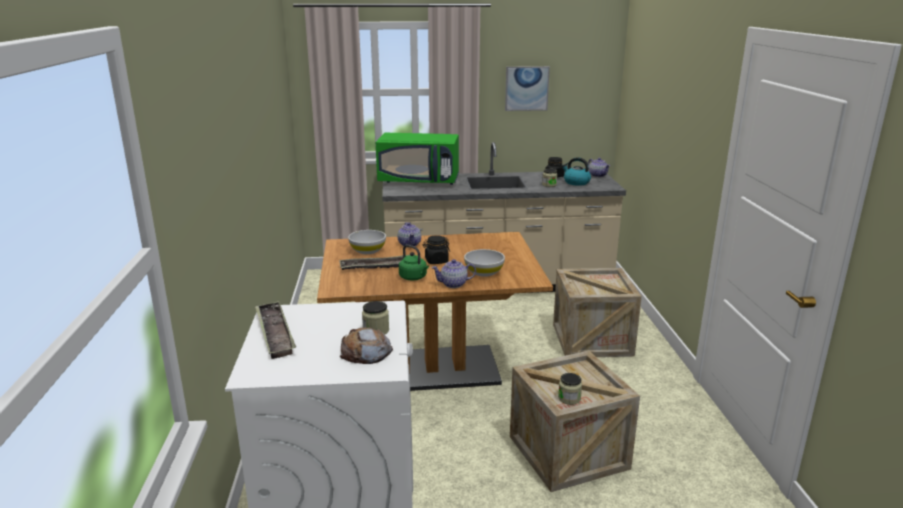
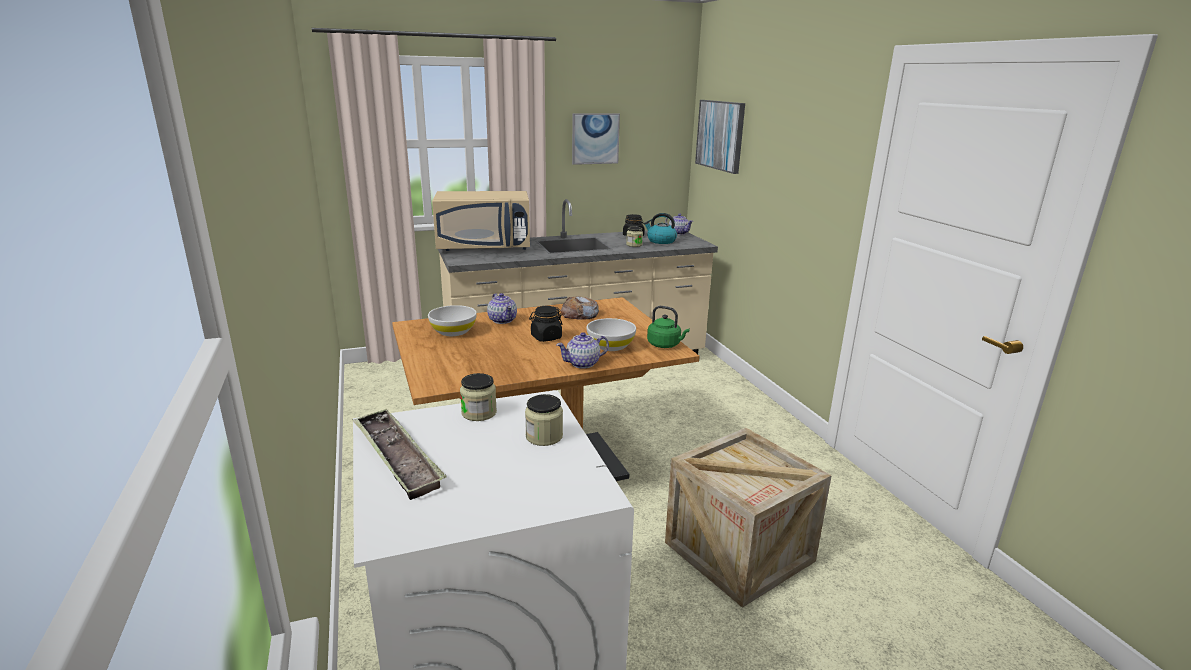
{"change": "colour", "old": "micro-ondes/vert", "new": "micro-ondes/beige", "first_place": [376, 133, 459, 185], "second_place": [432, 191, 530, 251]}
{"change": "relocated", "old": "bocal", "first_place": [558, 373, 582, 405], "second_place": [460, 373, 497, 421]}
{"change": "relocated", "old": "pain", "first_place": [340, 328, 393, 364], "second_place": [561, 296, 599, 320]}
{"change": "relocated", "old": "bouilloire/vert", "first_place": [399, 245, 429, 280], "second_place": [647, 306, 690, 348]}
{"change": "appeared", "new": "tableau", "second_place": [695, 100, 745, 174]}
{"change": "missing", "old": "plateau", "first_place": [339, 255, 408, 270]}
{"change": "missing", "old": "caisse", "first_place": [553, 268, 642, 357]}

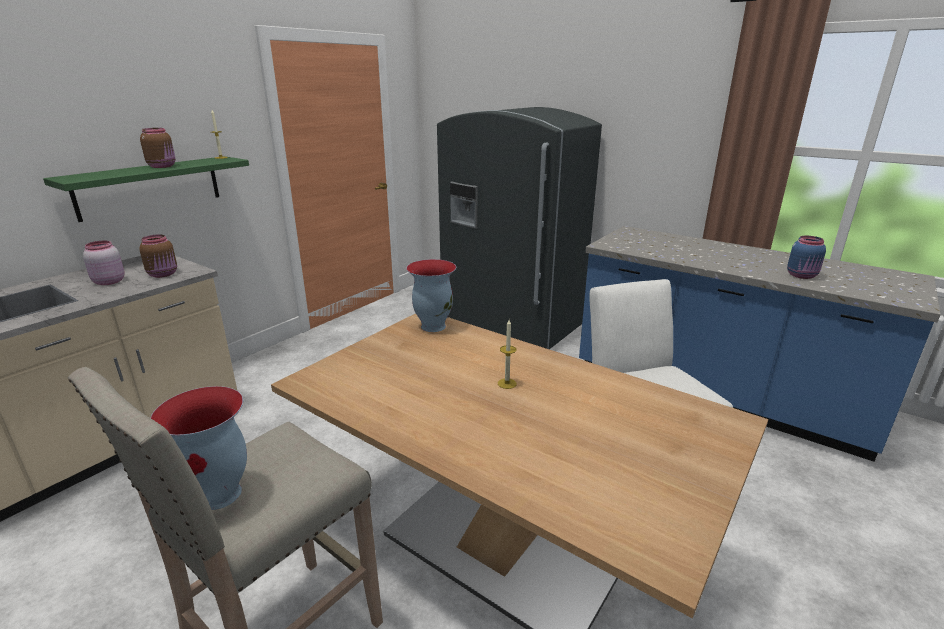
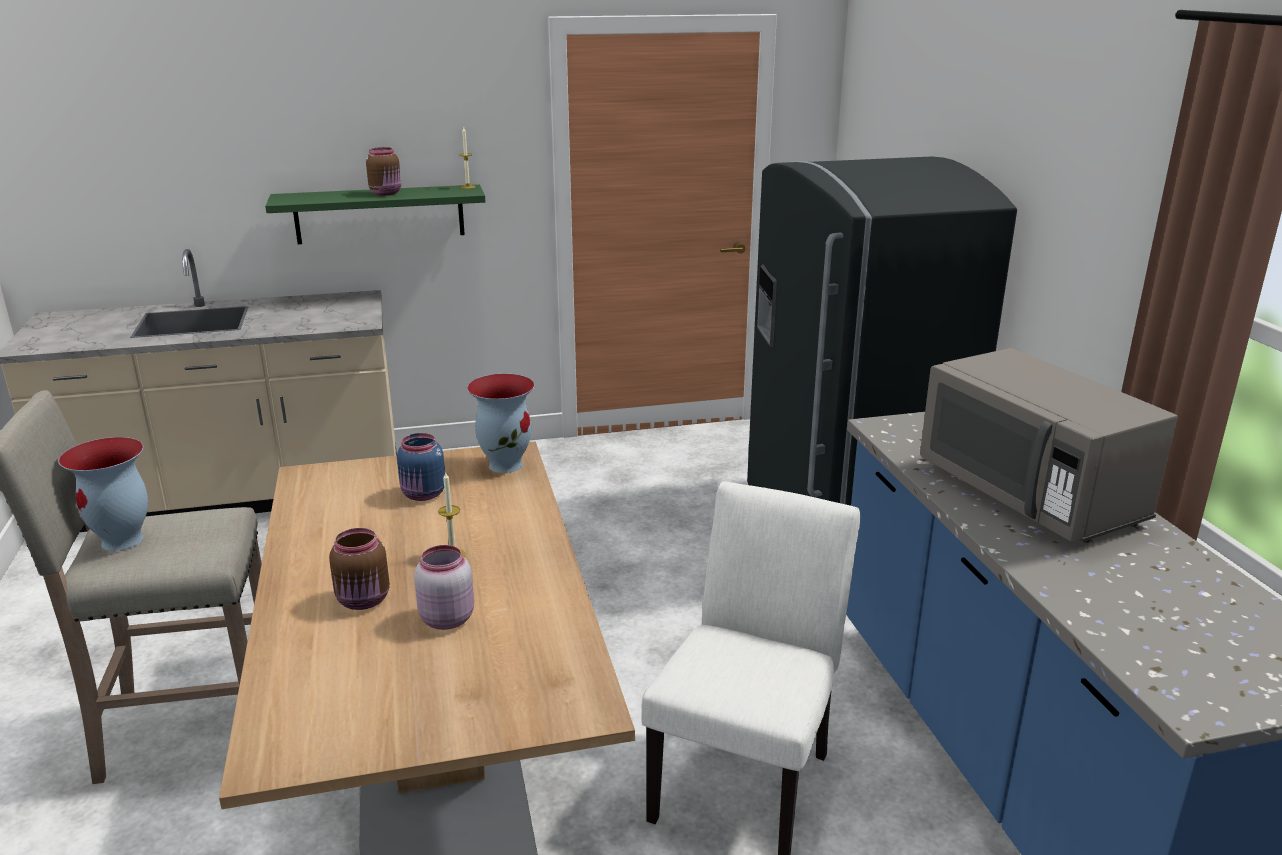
{"change": "relocated", "old": "bocal/marron", "first_place": [139, 234, 177, 278], "second_place": [329, 528, 390, 610]}
{"change": "relocated", "old": "bocal/bleu", "first_place": [787, 236, 826, 279], "second_place": [397, 433, 445, 501]}
{"change": "relocated", "old": "bocal/rose", "first_place": [83, 241, 124, 285], "second_place": [414, 545, 474, 630]}
{"change": "appeared", "new": "micro-ondes/gris", "second_place": [920, 348, 1178, 543]}

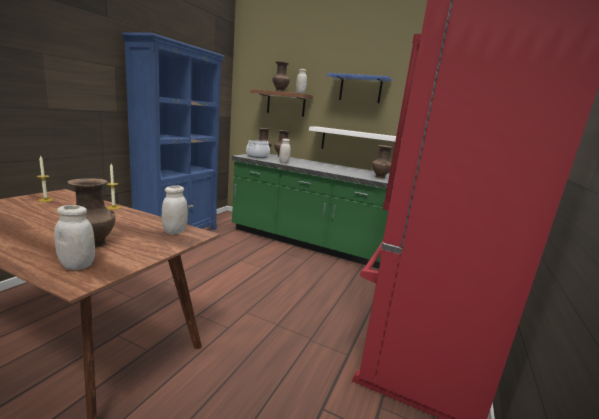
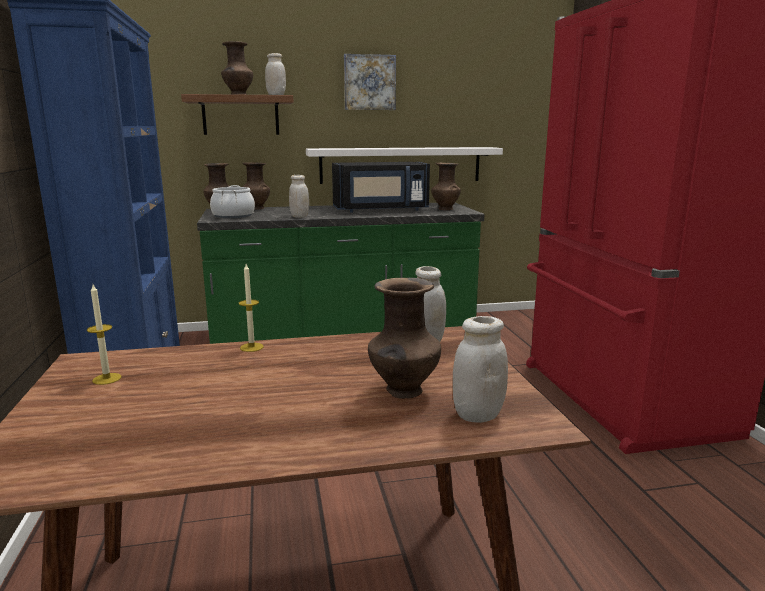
{"change": "appeared", "new": "micro-ondes/noir", "second_place": [332, 162, 430, 213]}
{"change": "exchanged", "old": "étagère/bleu", "new": "tableau", "first_place": [327, 73, 392, 103], "second_place": [344, 54, 396, 110]}

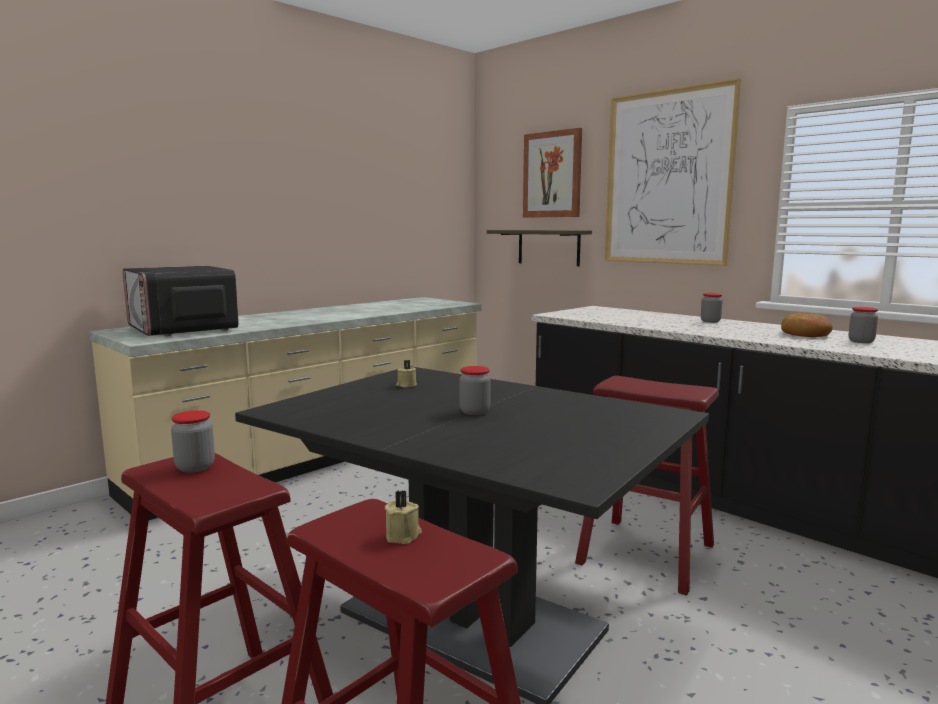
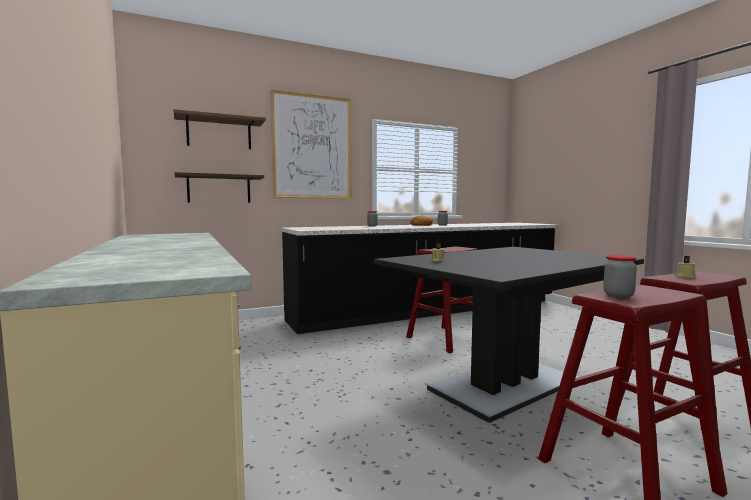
{"change": "exchanged", "old": "tableau", "new": "étagère", "first_place": [523, 128, 582, 218], "second_place": [173, 109, 266, 149]}
{"change": "missing", "old": "micro-ondes", "first_place": [123, 266, 239, 336]}
{"change": "missing", "old": "bocal", "first_place": [459, 366, 491, 415]}

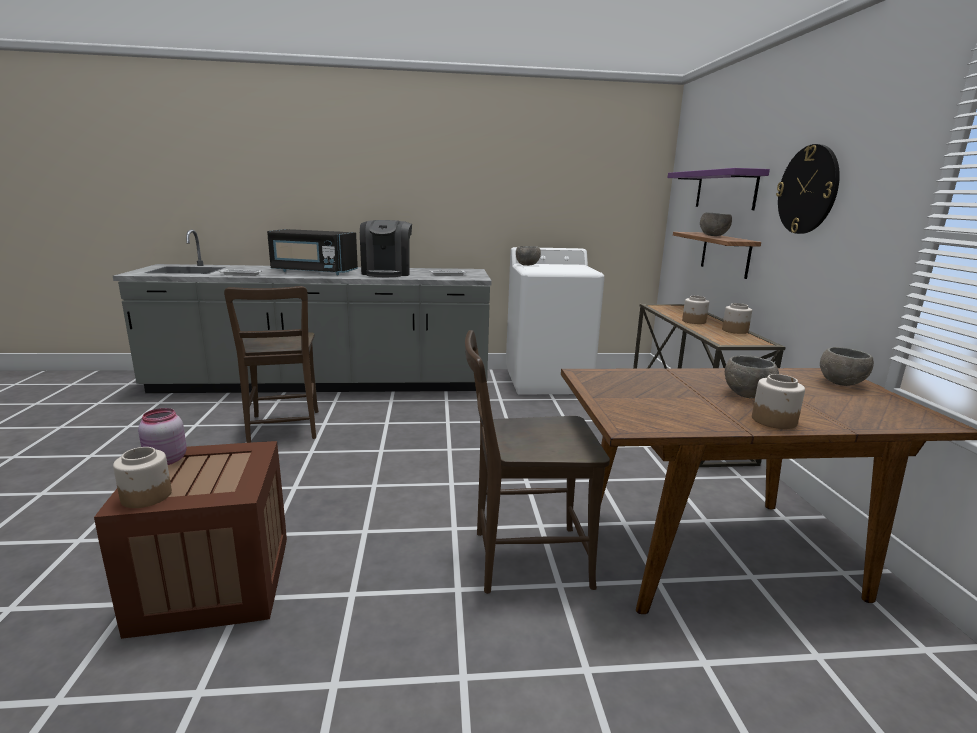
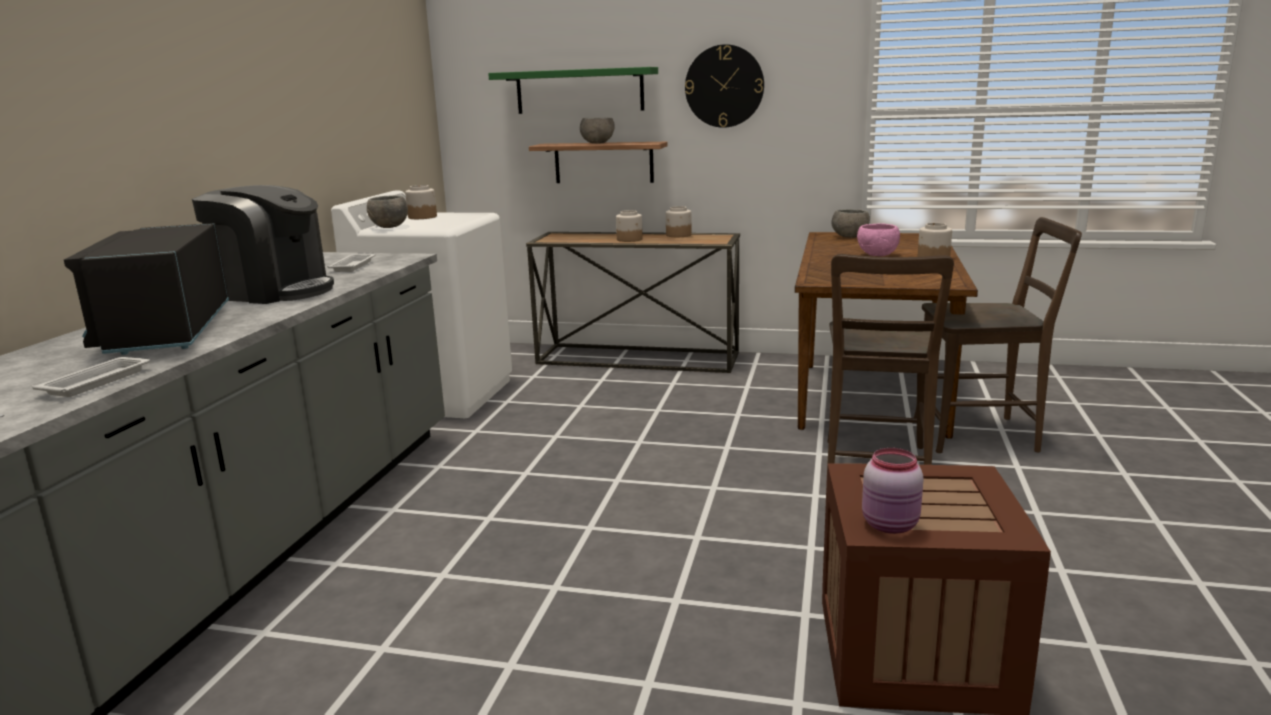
{"change": "spun", "old": "micro-ondes/noir", "first_place": [267, 229, 358, 275], "second_place": [64, 223, 229, 355], "degrees": 135}
{"change": "relocated", "old": "bocal", "first_place": [113, 447, 172, 508], "second_place": [405, 185, 437, 219]}
{"change": "colour", "old": "étagère/violet", "new": "étagère/vert", "first_place": [668, 168, 770, 210], "second_place": [488, 67, 658, 114]}
{"change": "colour", "old": "bol/gris", "new": "bol/rose", "first_place": [725, 355, 779, 398], "second_place": [857, 223, 900, 256]}
{"change": "relocated", "old": "chaise/marron", "first_place": [224, 286, 319, 443], "second_place": [914, 217, 1082, 453]}

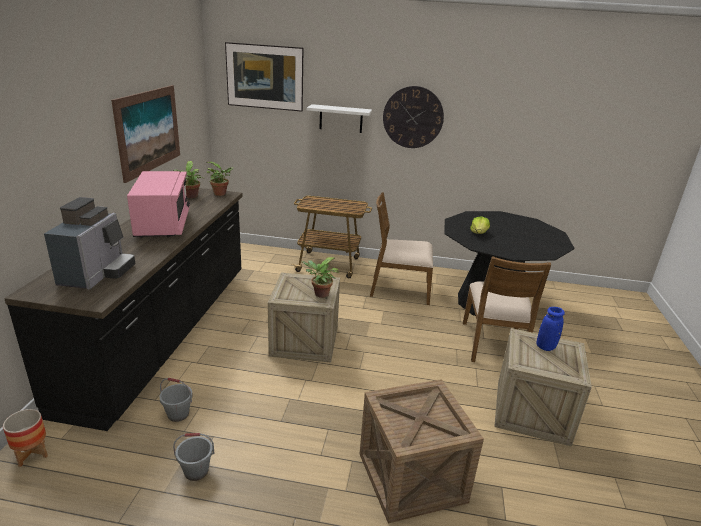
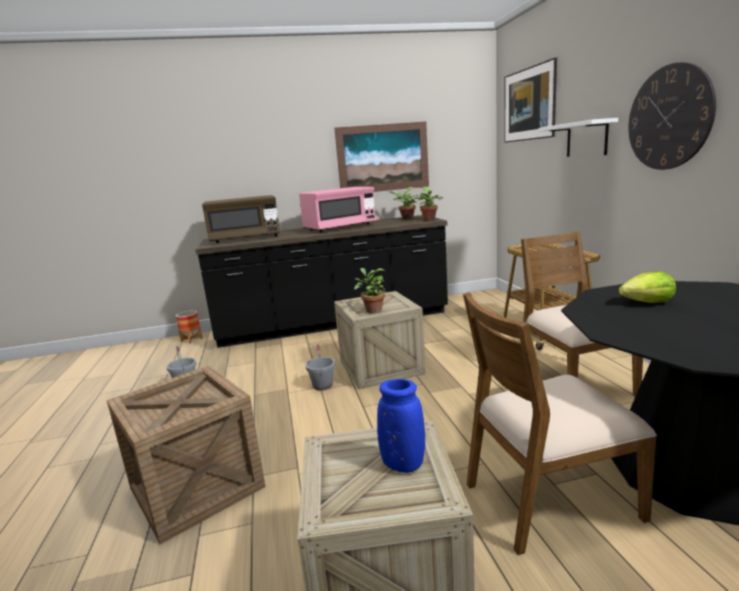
{"change": "exchanged", "old": "machine à café", "new": "micro-ondes/marron", "first_place": [44, 197, 135, 289], "second_place": [202, 195, 280, 243]}
{"change": "relocated", "old": "seau/gris", "first_place": [159, 378, 193, 422], "second_place": [305, 344, 335, 390]}

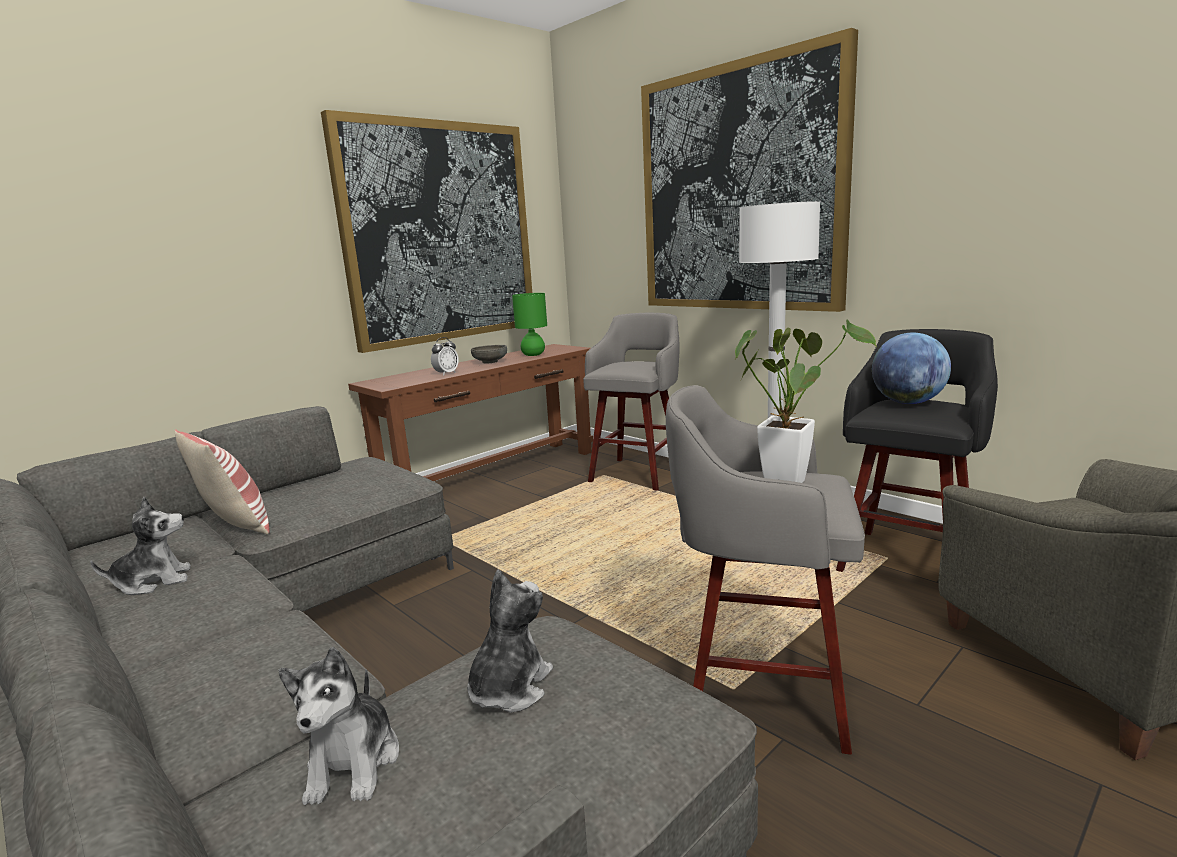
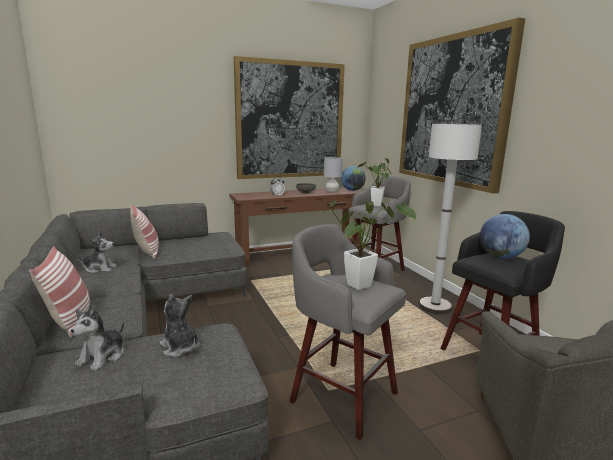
{"change": "appeared", "new": "coussin", "second_place": [29, 246, 90, 338]}
{"change": "spun", "old": "peluche", "first_place": [467, 570, 553, 713], "second_place": [160, 294, 200, 357], "degrees": -90}
{"change": "colour", "old": "lampe de table/vert", "new": "lampe de table/gris", "first_place": [512, 293, 547, 356], "second_place": [324, 157, 343, 193]}
{"change": "appeared", "new": "globe", "second_place": [341, 166, 366, 191]}
{"change": "appeared", "new": "plante en pot", "second_place": [357, 158, 391, 206]}

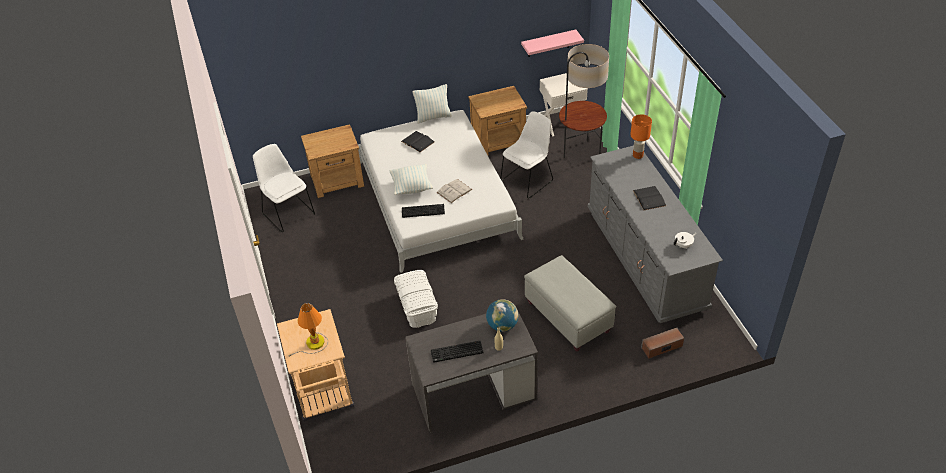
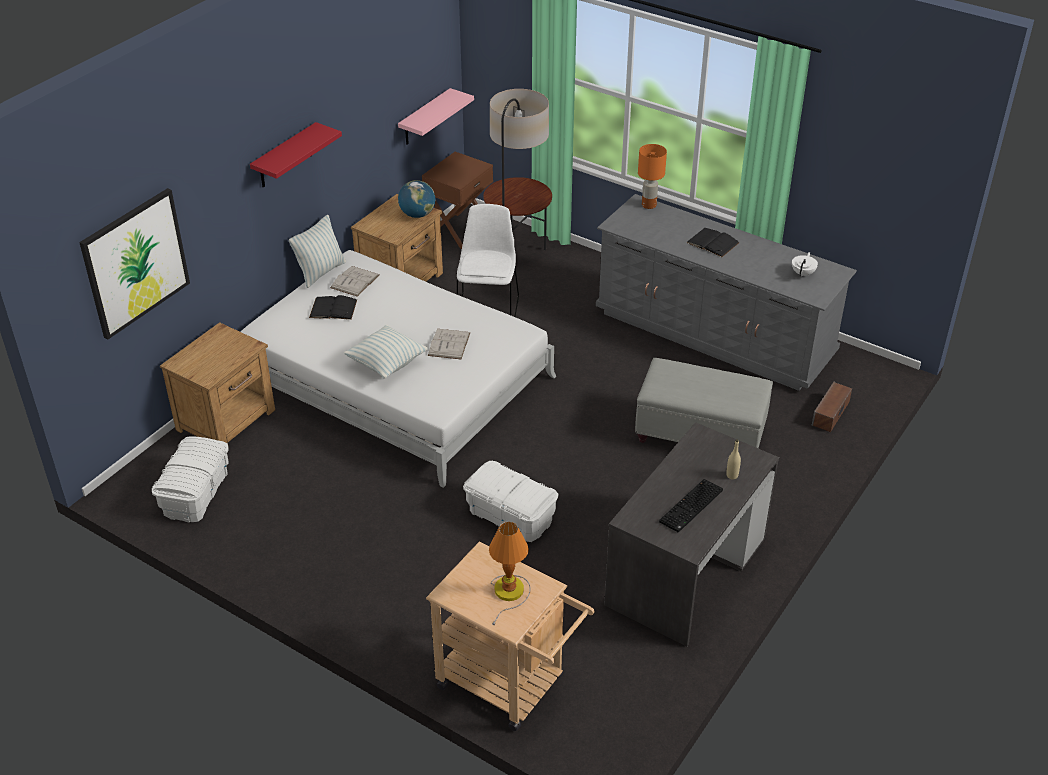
{"change": "appeared", "new": "tableau", "second_place": [79, 188, 190, 340]}
{"change": "exchanged", "old": "chaise/blanc", "new": "boîte de rangement/blanc", "first_place": [253, 144, 315, 232], "second_place": [152, 436, 229, 522]}
{"change": "appeared", "new": "étagère/rouge", "second_place": [250, 122, 342, 187]}
{"change": "appeared", "new": "livre/blanc", "second_place": [330, 266, 379, 297]}
{"change": "relocated", "old": "globe", "first_place": [486, 299, 518, 332], "second_place": [398, 180, 435, 218]}
{"change": "colour", "old": "table de chevet/blanc", "new": "table de chevet/marron", "first_place": [540, 73, 588, 136], "second_place": [422, 152, 493, 249]}
{"change": "missing", "old": "clavier", "first_place": [402, 204, 445, 218]}

